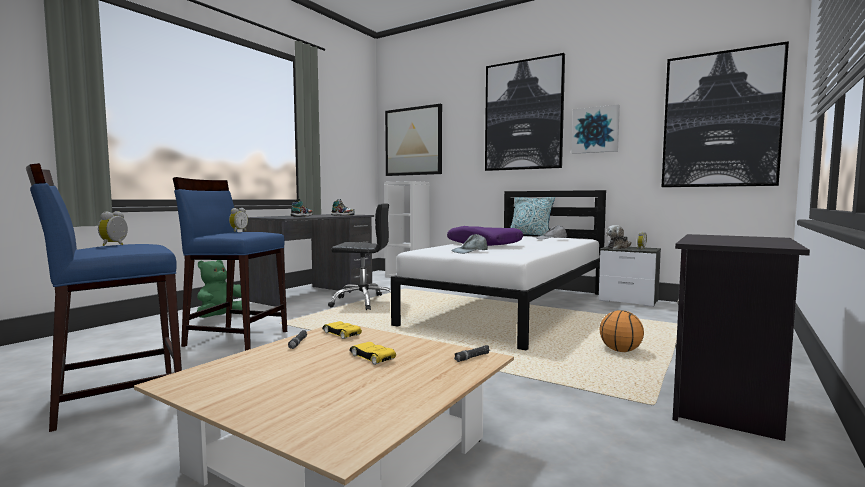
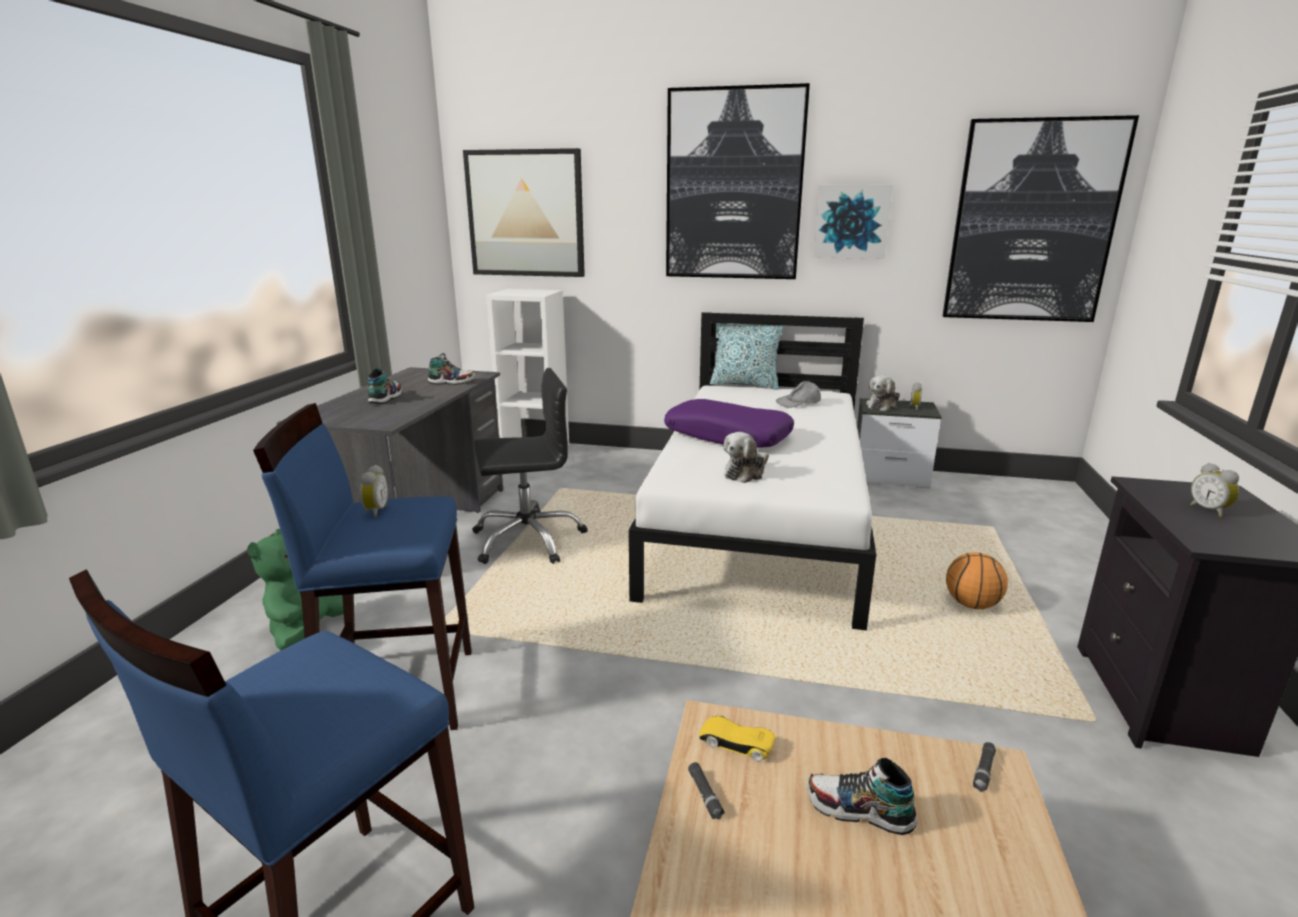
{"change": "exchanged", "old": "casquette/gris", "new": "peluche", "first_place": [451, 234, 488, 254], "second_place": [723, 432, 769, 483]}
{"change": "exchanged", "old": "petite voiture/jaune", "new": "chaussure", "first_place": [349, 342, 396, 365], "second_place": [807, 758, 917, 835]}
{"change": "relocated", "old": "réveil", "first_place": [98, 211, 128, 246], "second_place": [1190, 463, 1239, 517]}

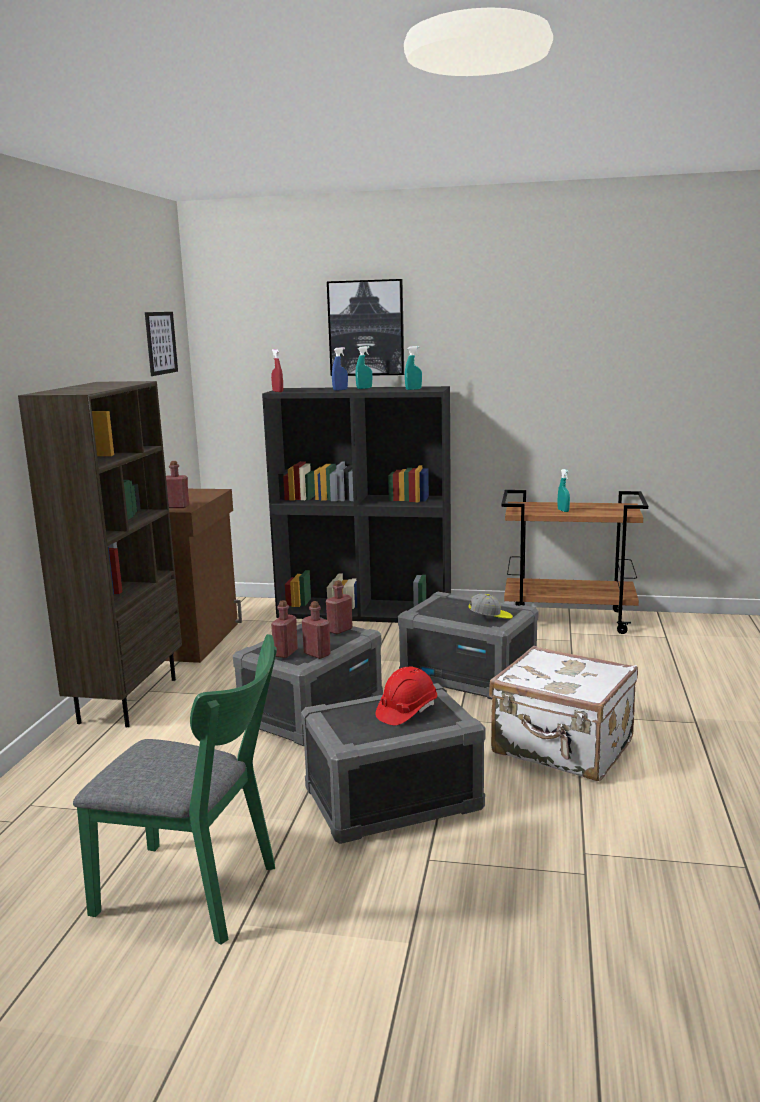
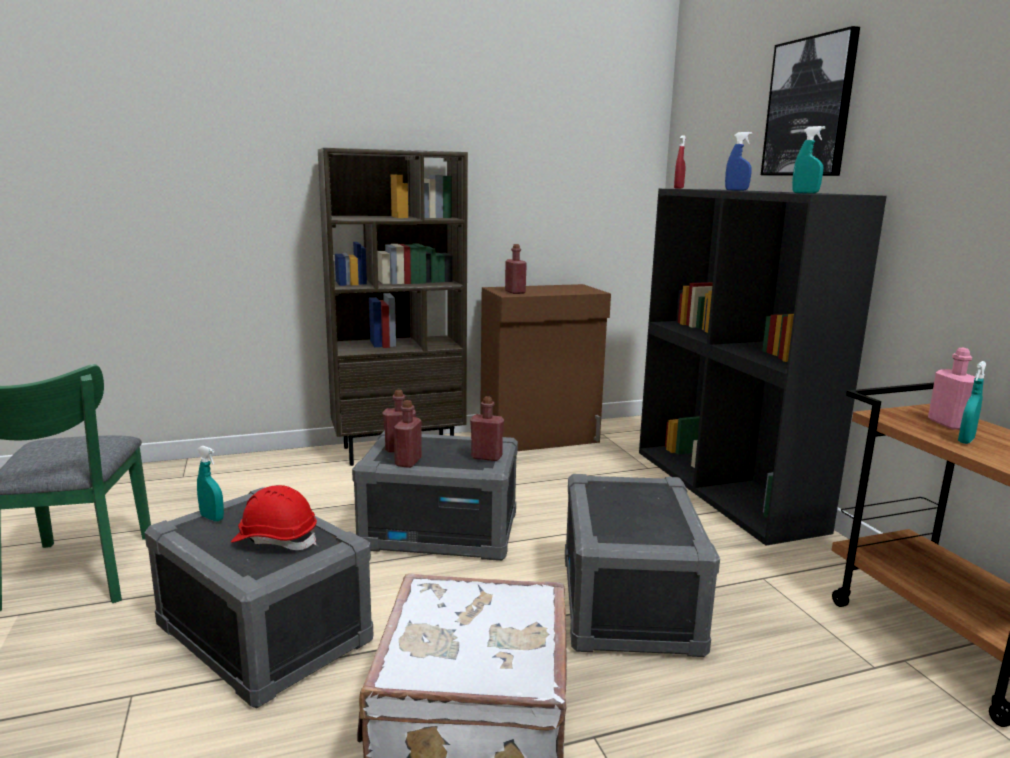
{"change": "relocated", "old": "vaporisateur/turquoise", "first_place": [356, 346, 372, 389], "second_place": [197, 446, 224, 521]}
{"change": "appeared", "new": "bouteille/rose", "second_place": [928, 348, 975, 430]}
{"change": "missing", "old": "tableau", "first_place": [145, 312, 178, 376]}
{"change": "missing", "old": "casquette", "first_place": [468, 594, 513, 619]}

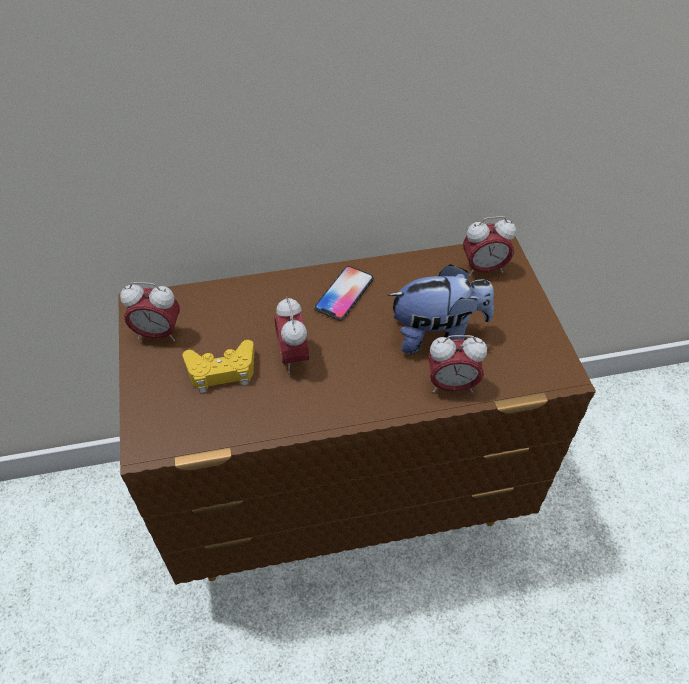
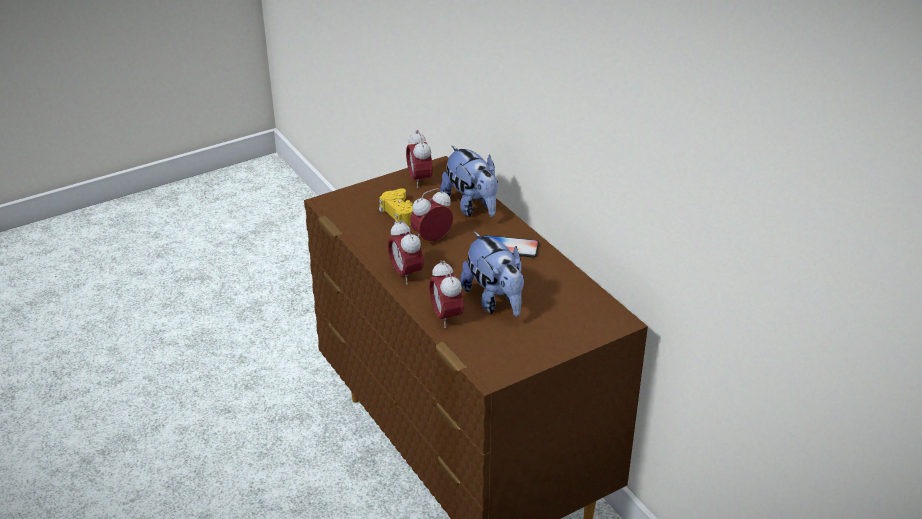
{"change": "relocated", "old": "réveil", "first_place": [463, 216, 516, 276], "second_place": [388, 220, 424, 284]}
{"change": "appeared", "new": "peluche", "second_place": [440, 145, 498, 217]}

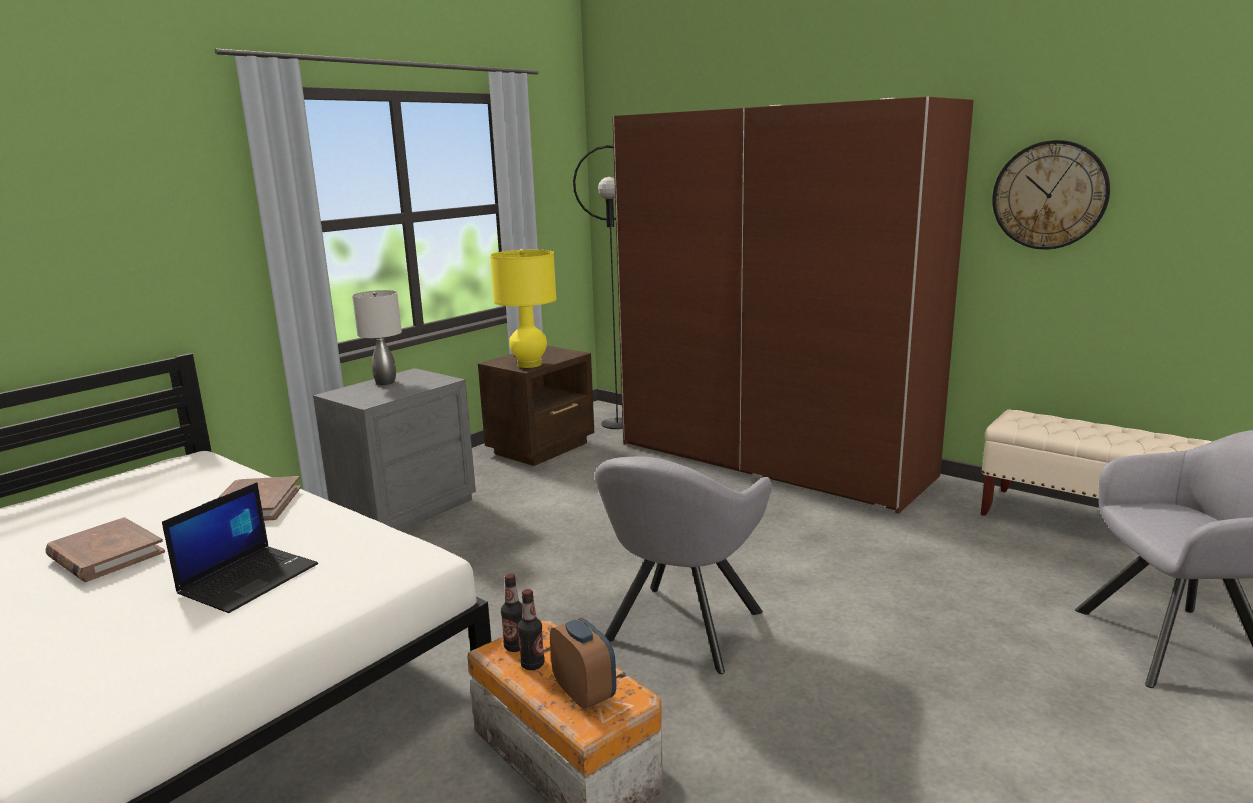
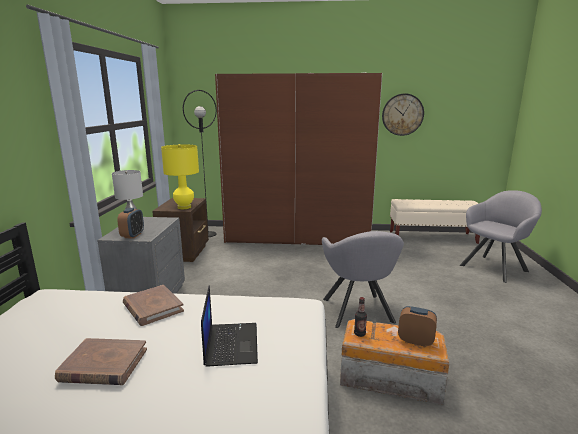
{"change": "appeared", "new": "réveil", "second_place": [117, 208, 144, 239]}
{"change": "missing", "old": "bouteille", "first_place": [518, 589, 545, 670]}

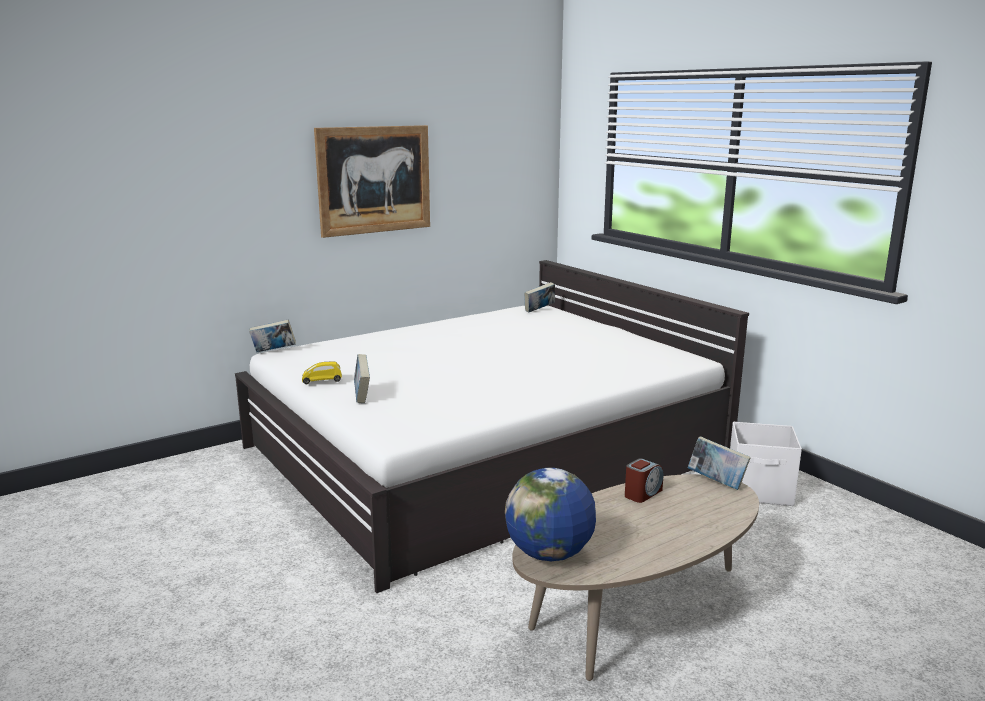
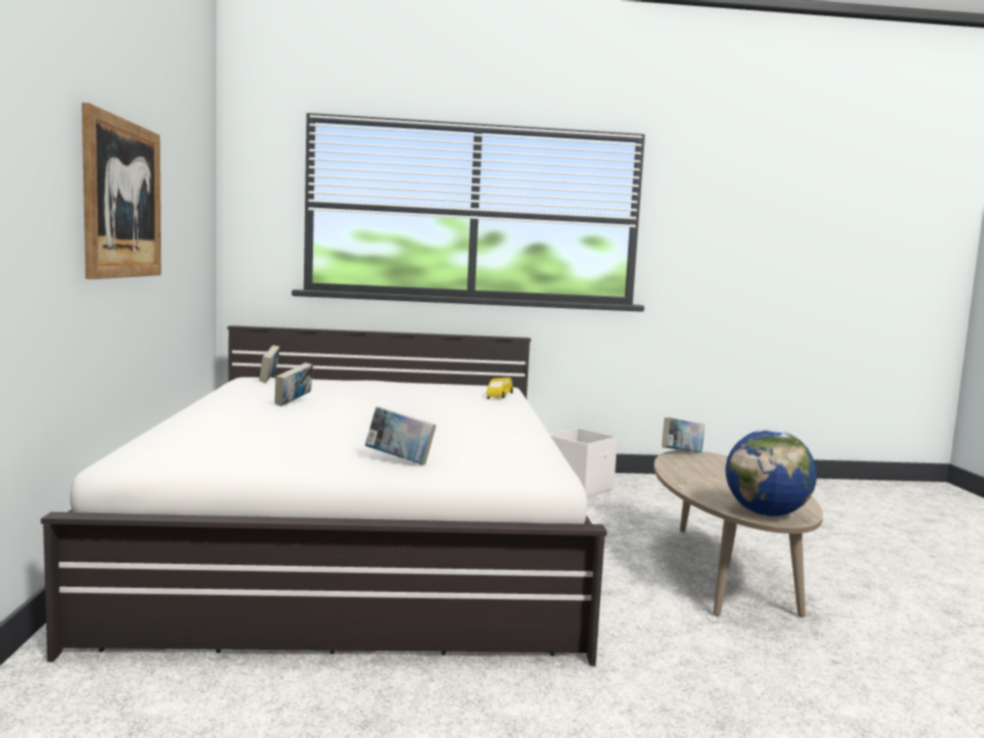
{"change": "relocated", "old": "livre", "first_place": [249, 320, 296, 352], "second_place": [275, 363, 313, 406]}
{"change": "relocated", "old": "petite voiture/jaune", "first_place": [302, 361, 342, 384], "second_place": [487, 377, 513, 399]}
{"change": "missing", "old": "réveil", "first_place": [625, 458, 663, 503]}

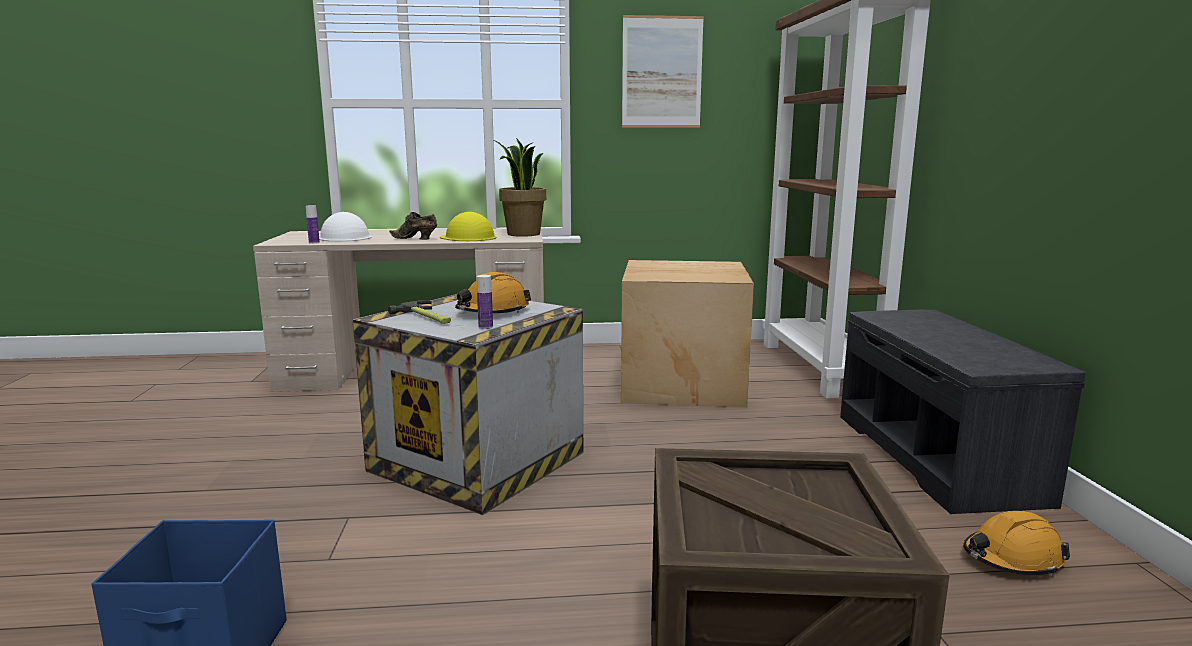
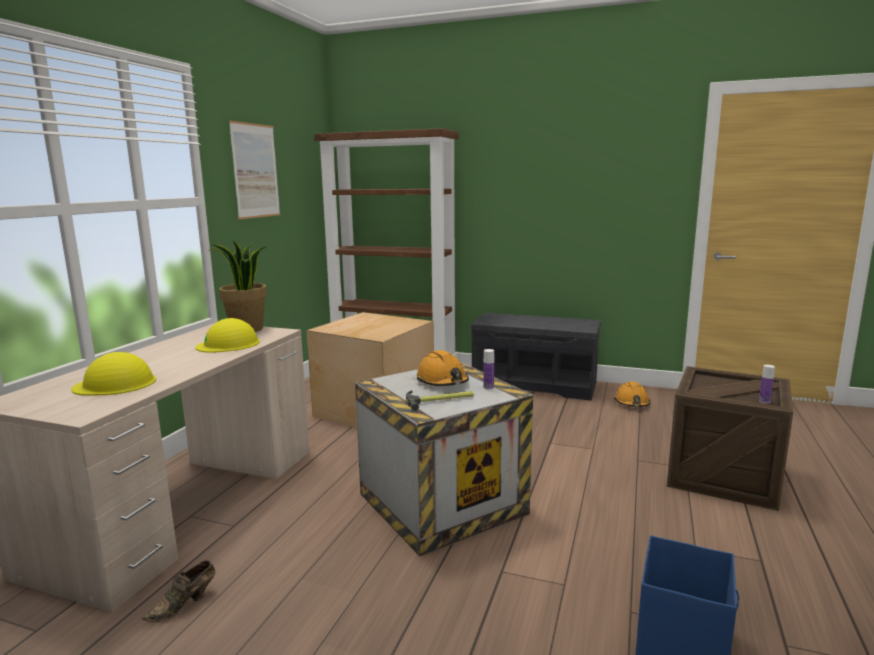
{"change": "colour", "old": "casque de chantier/blanc", "new": "casque de chantier/jaune", "first_place": [319, 212, 371, 242], "second_place": [71, 352, 156, 396]}
{"change": "relocated", "old": "chaussure/marron", "first_place": [389, 212, 437, 240], "second_place": [142, 561, 215, 622]}
{"change": "relocated", "old": "bouteille", "first_place": [306, 205, 320, 244], "second_place": [759, 365, 775, 404]}

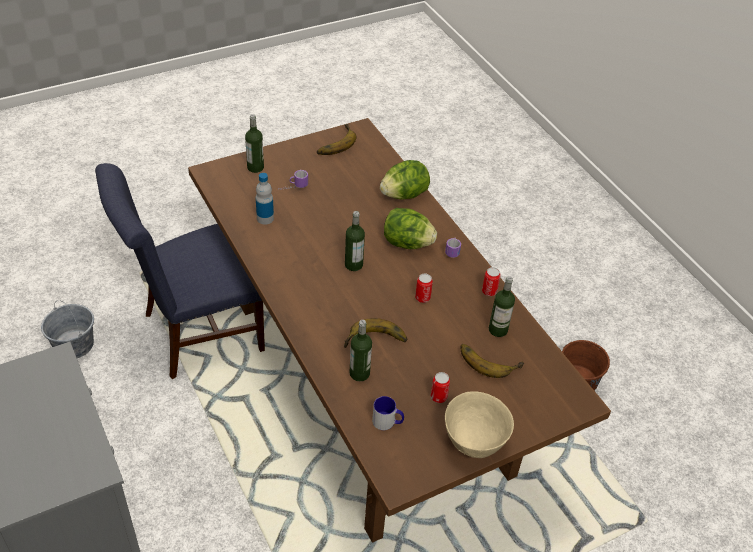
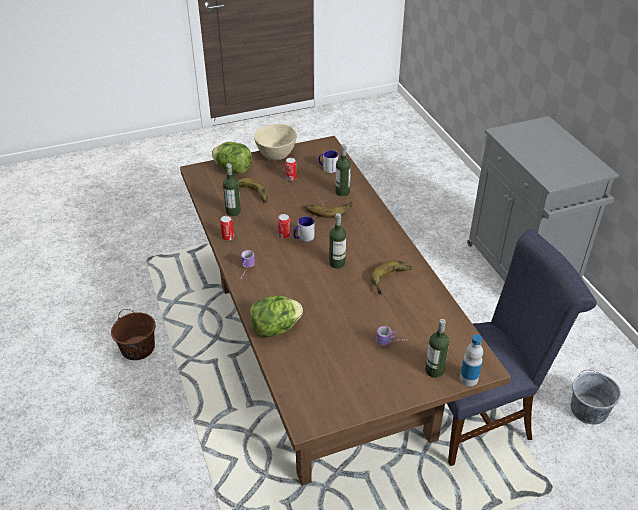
{"change": "relocated", "old": "laitue", "first_place": [384, 208, 437, 249], "second_place": [212, 142, 252, 174]}
{"change": "appeared", "new": "mug", "second_place": [293, 216, 315, 242]}
{"change": "relocated", "old": "banane", "first_place": [317, 124, 357, 155], "second_place": [371, 261, 412, 295]}
{"change": "relocated", "old": "bouteille", "first_place": [256, 173, 274, 225], "second_place": [460, 334, 483, 386]}

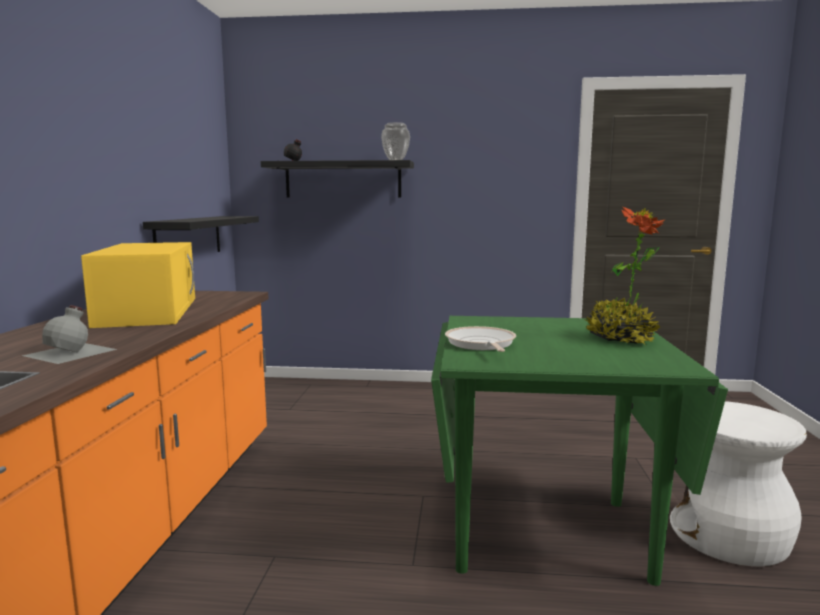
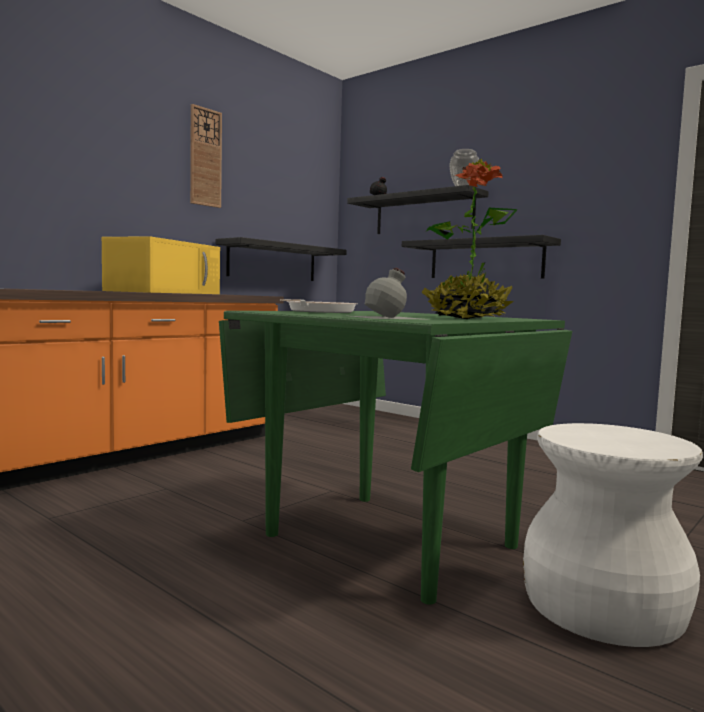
{"change": "appeared", "new": "horloge murale", "second_place": [190, 104, 222, 208]}
{"change": "relocated", "old": "bouteille/gris", "first_place": [22, 305, 117, 364], "second_place": [352, 268, 432, 320]}
{"change": "appeared", "new": "étagère/noir", "second_place": [402, 235, 561, 279]}

